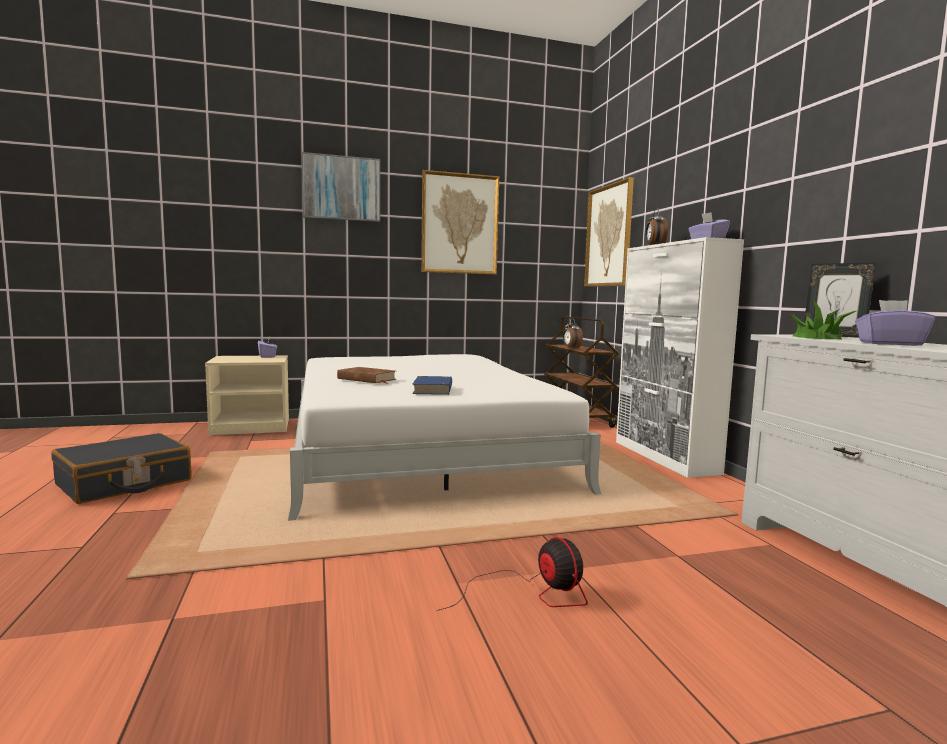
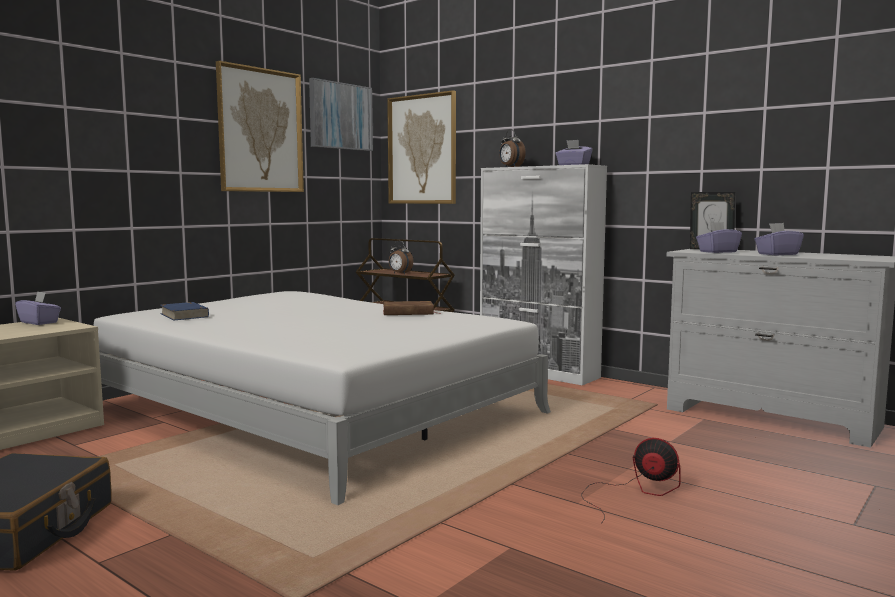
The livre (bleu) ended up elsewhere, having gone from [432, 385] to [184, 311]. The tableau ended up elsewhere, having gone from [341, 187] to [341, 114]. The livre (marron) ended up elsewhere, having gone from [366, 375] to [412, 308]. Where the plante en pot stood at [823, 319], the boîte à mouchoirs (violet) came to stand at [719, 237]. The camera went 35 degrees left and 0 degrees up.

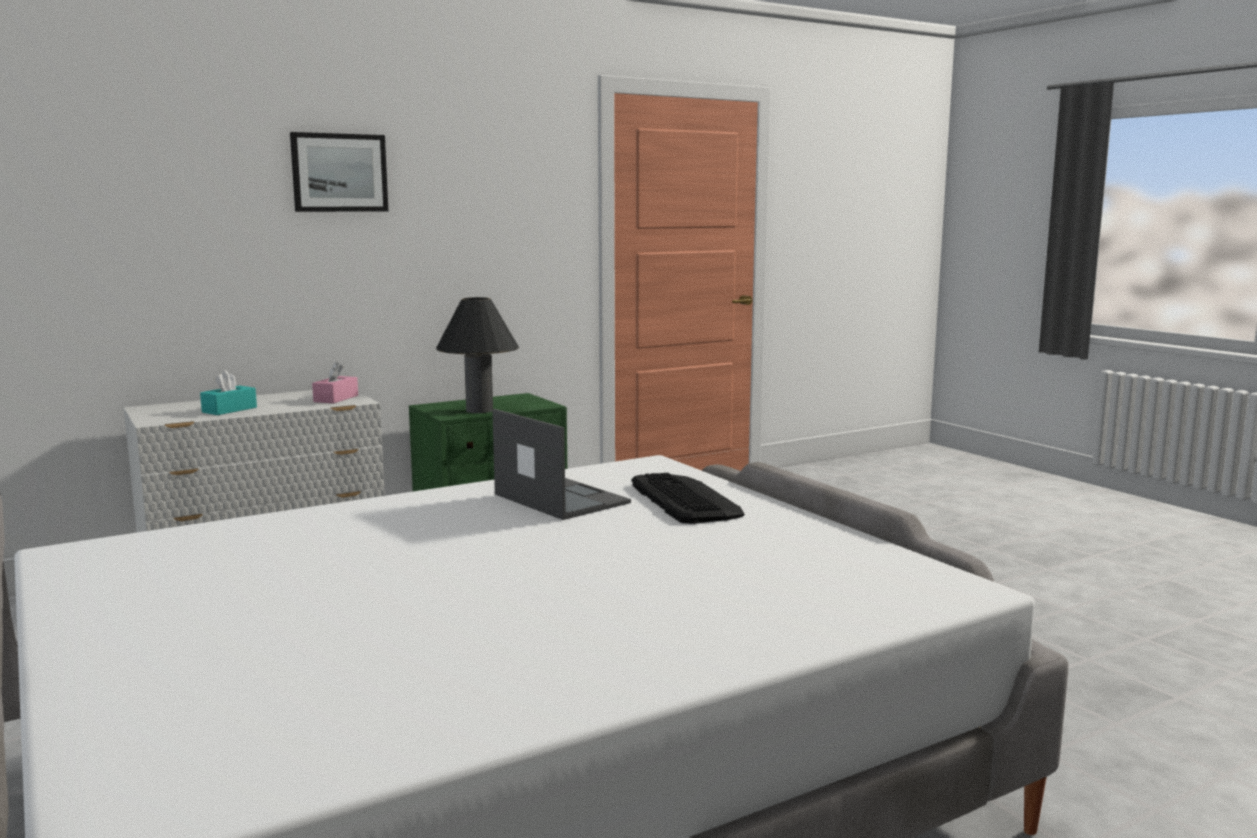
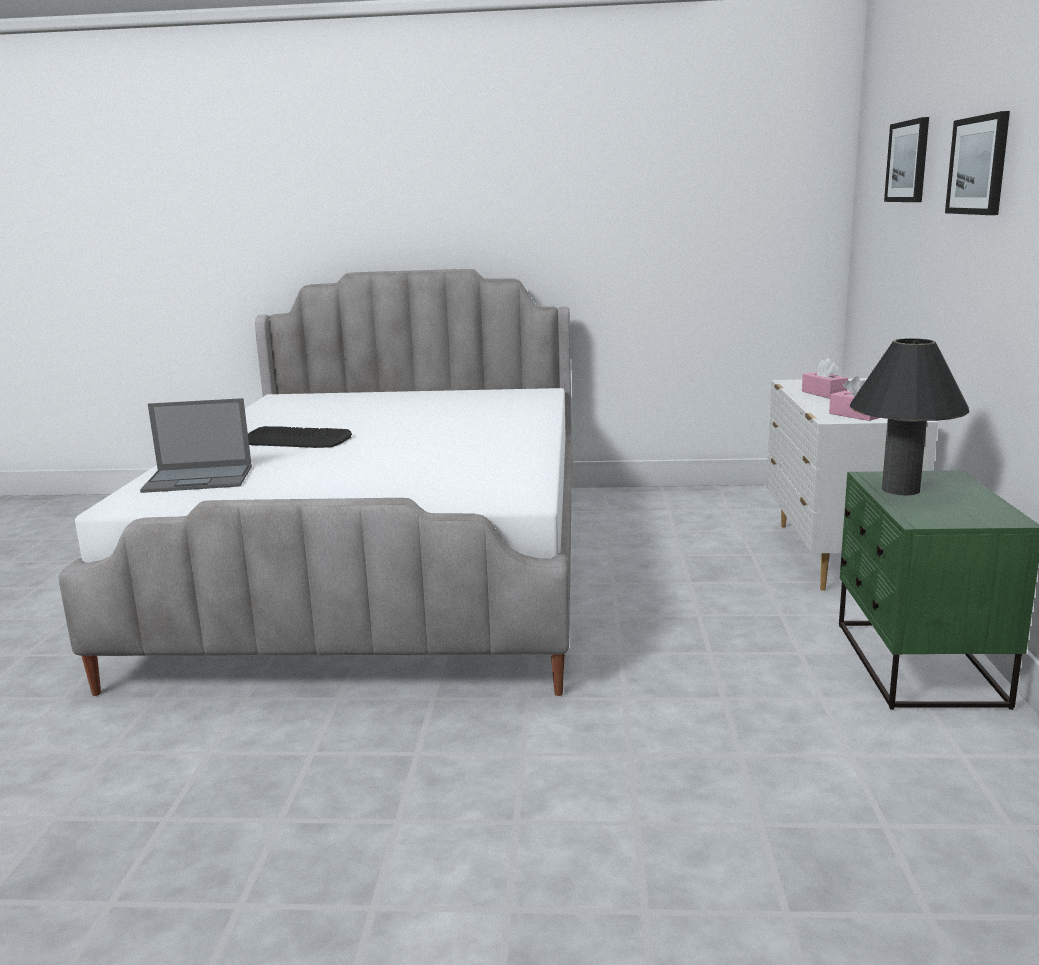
The ordinateur portable ended up elsewhere, having gone from [561, 464] to [196, 445]. The clavier ended up elsewhere, having gone from [687, 498] to [300, 437]. What was the boîte à mouchoirs (turquoise) at [228, 392] turned into the boîte à mouchoirs (rose) at [825, 378]. The second view gained the tableau at [906, 159]. The camera went 125 degrees right and 5 degrees up.

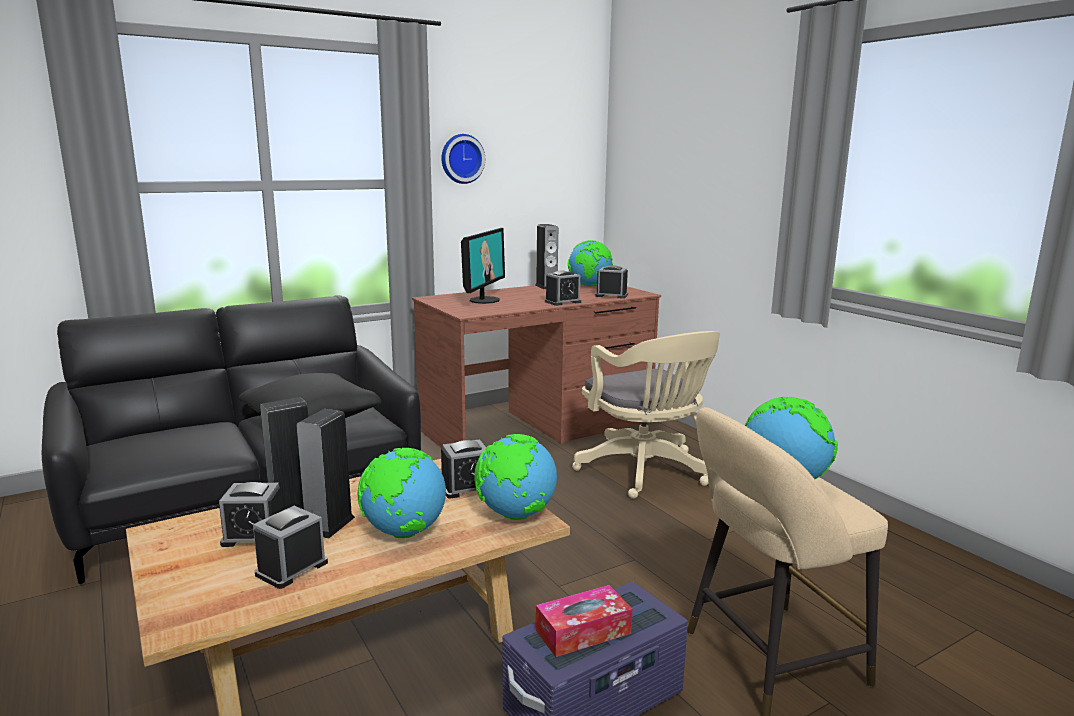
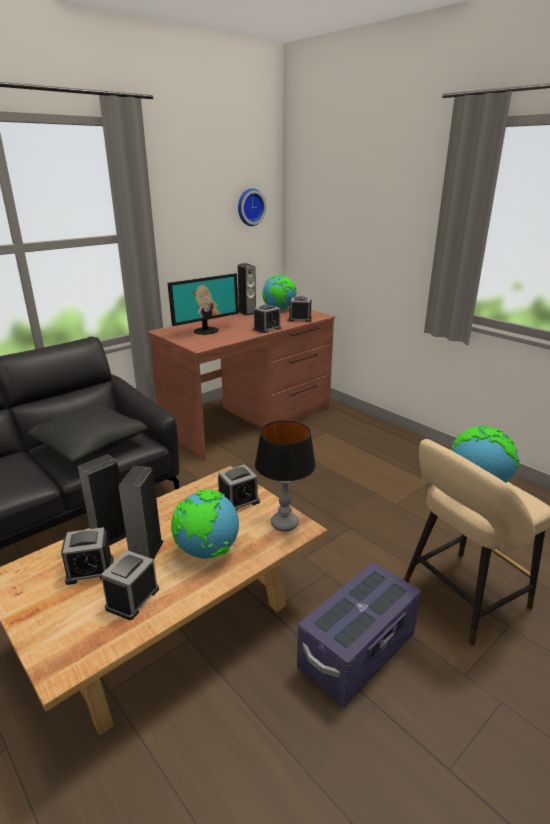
The écran d'ordinateur at [483, 266] ended up facing another way, 45 degrees clockwise from before. The horloge murale ended up elsewhere, having gone from [463, 159] to [252, 207]. Where the globe stood at [515, 477], the lampe de table came to stand at [285, 476]. The second view lost the boîte à mouchoirs at [584, 621]. The second view lost the chaise de bureau (beige) at [646, 415]. The camera went 10 degrees left and 10 degrees up.

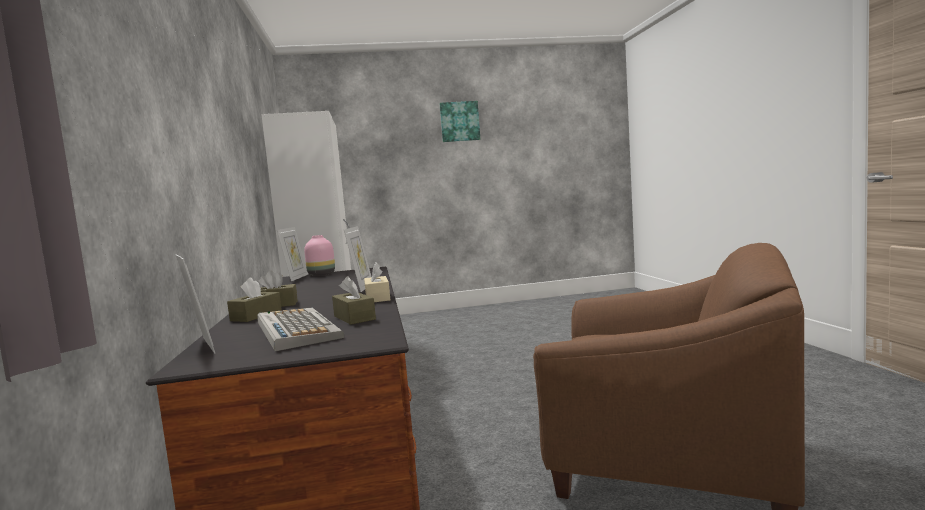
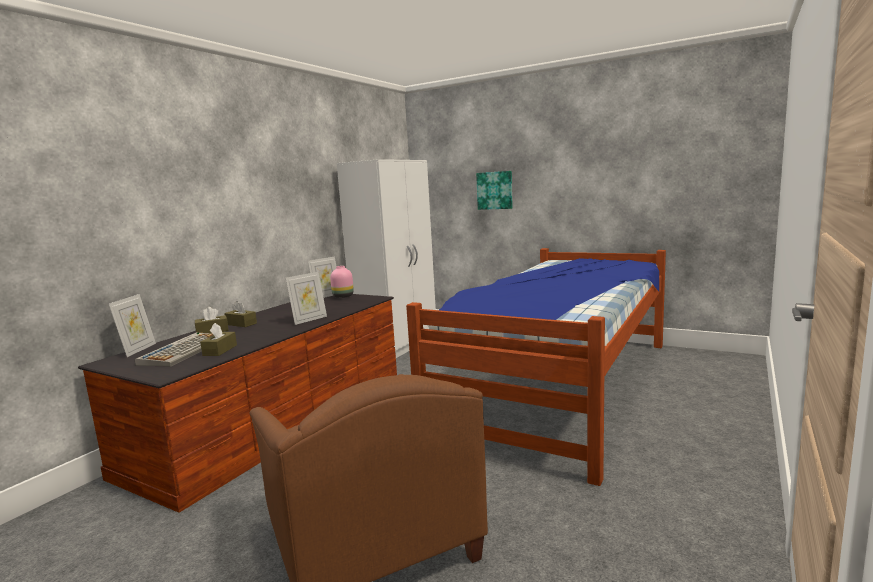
The second view gained the lit at [536, 367]. The tableau ended up elsewhere, having gone from [460, 121] to [494, 190]. The second view lost the boîte à mouchoirs (beige) at [377, 282]. The camera went 40 degrees right and 5 degrees up.

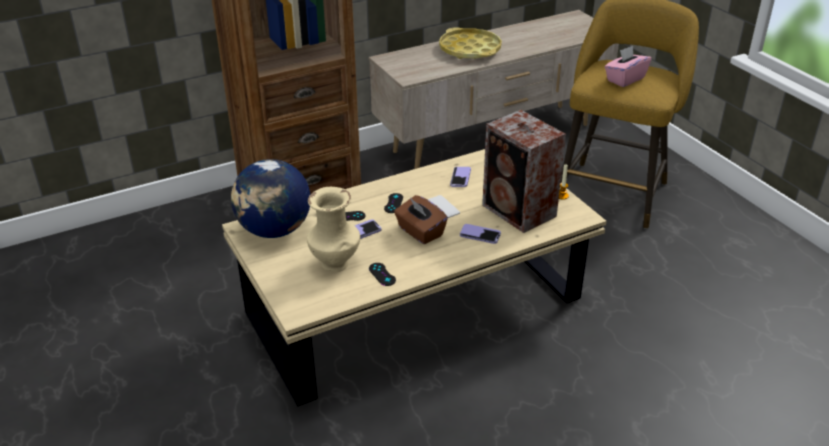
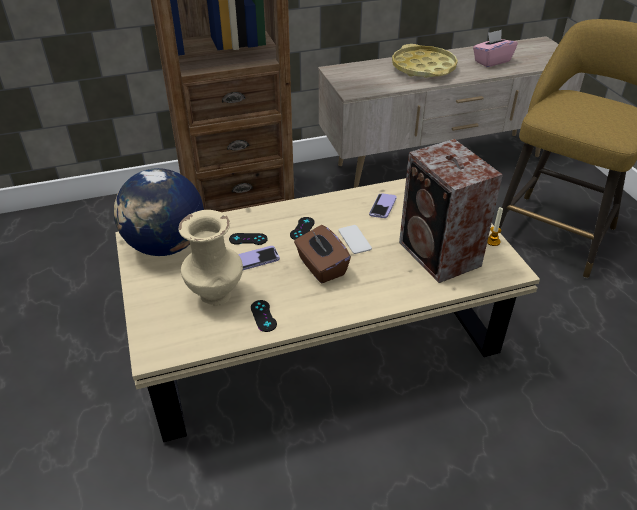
The boîte à mouchoirs (rose) ended up elsewhere, having gone from [628, 66] to [495, 48]. The second view lost the téléphone at [480, 234]. The camera went 10 degrees right and 5 degrees up.

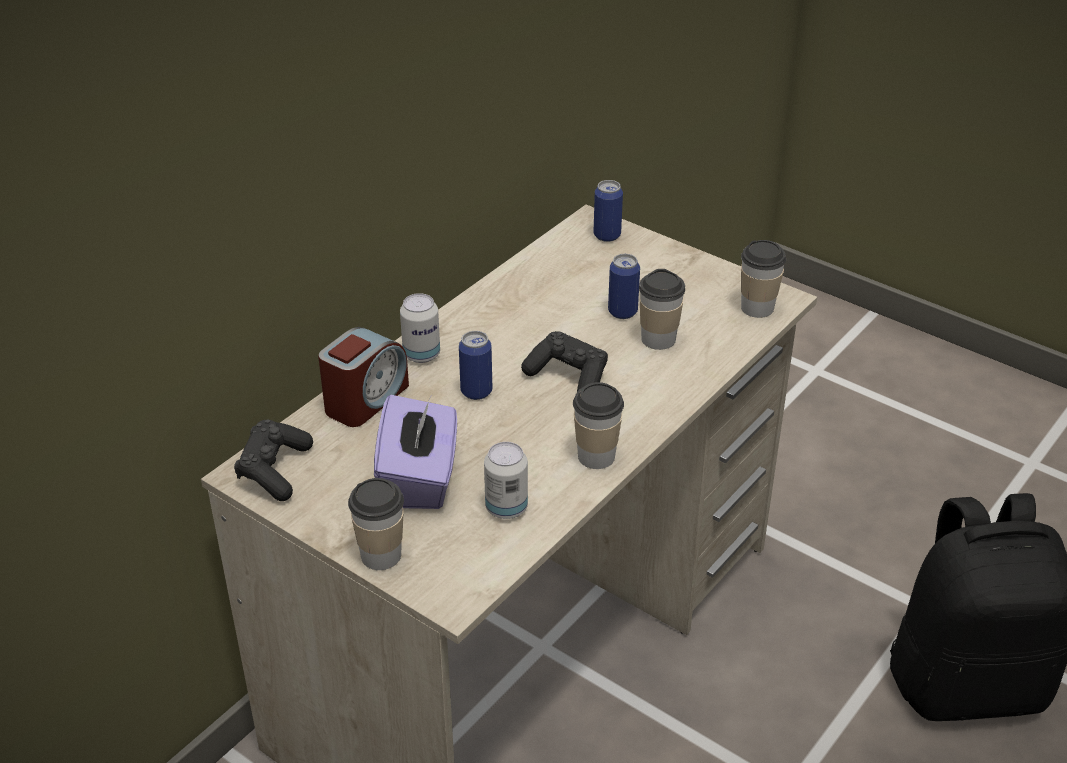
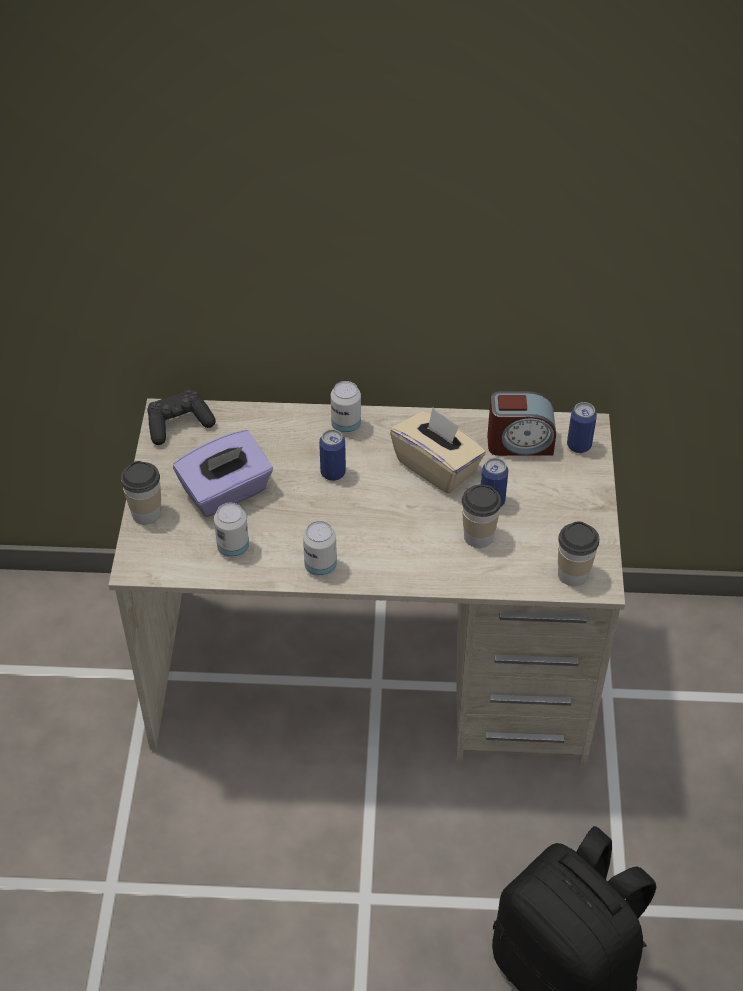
Where the tasse stood at [598, 425], the boîte métallique came to stand at [320, 549]. The second view gained the boîte à mouchoirs (beige) at [438, 450]. The réveil ended up elsewhere, having gone from [363, 377] to [521, 423]. The second view lost the manette (noir) at [564, 361]. The camera went 55 degrees right and 10 degrees up.

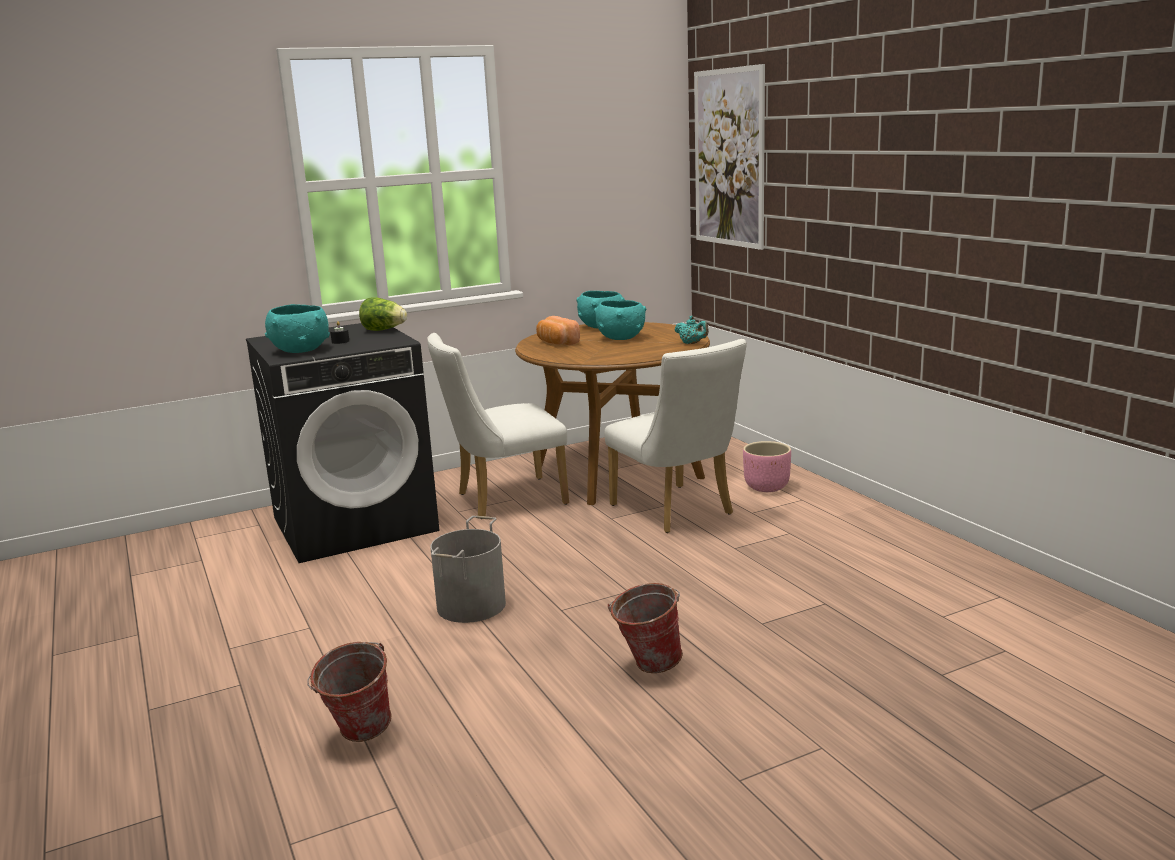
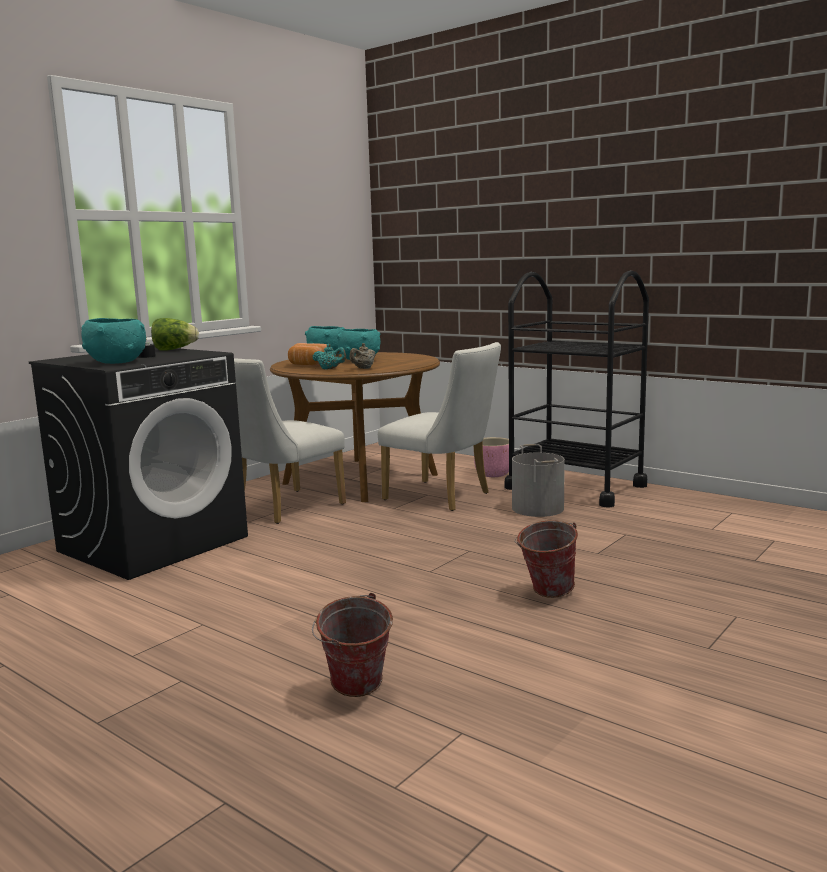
The théière (turquoise) ended up elsewhere, having gone from [692, 330] to [329, 356]. The second view gained the théière (beige) at [362, 356]. The second view gained the chariot (noir) at [576, 389]. The seau (gris) ended up elsewhere, having gone from [468, 569] to [538, 480]. The second view lost the tableau at [729, 157]. The camera went 25 degrees left and 5 degrees down.

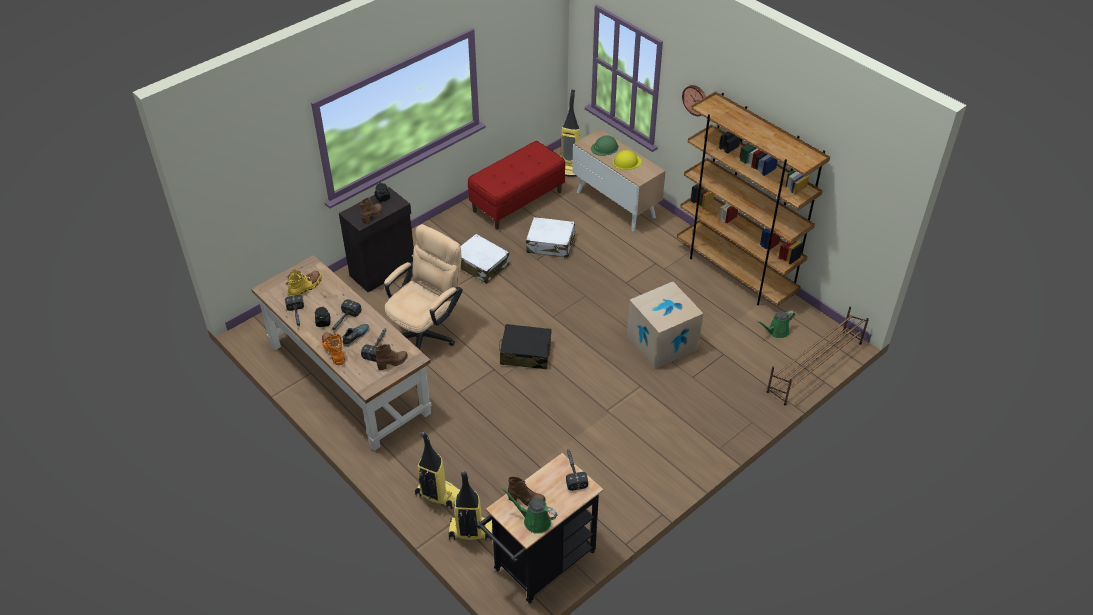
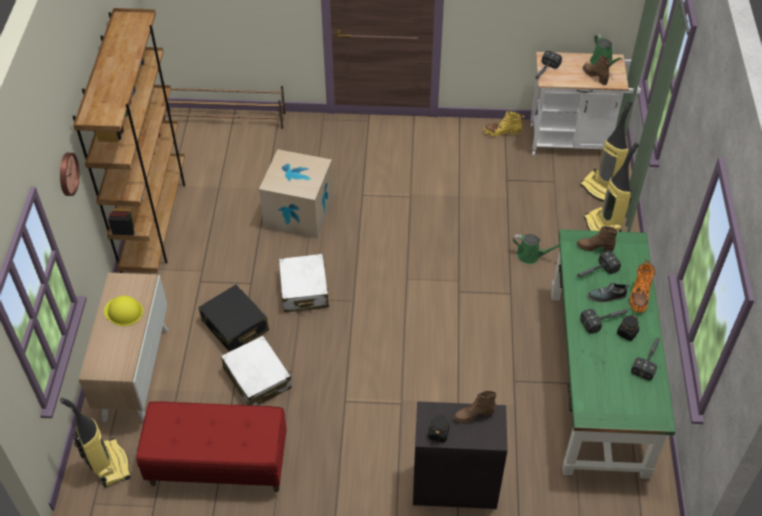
The valise (noir) ended up elsewhere, having gone from [525, 346] to [233, 318]. The valise (blanc) ended up elsewhere, having gone from [484, 259] to [303, 283]. The botte (jaune) ended up elsewhere, having gone from [303, 283] to [504, 123]. The arrosoir (vert) ended up elsewhere, having gone from [776, 324] to [535, 249]. What was the chariot (noir) at [540, 528] turned into the chariot (blanc) at [585, 104]. What was the bureau (marron) at [341, 353] turned into the bureau (vert) at [613, 354]. The second view lost the chaise de bureau (beige) at [423, 287]. The second view lost the casque de chantier (vert) at [605, 145]. The camera went 135 degrees left and 5 degrees up.

